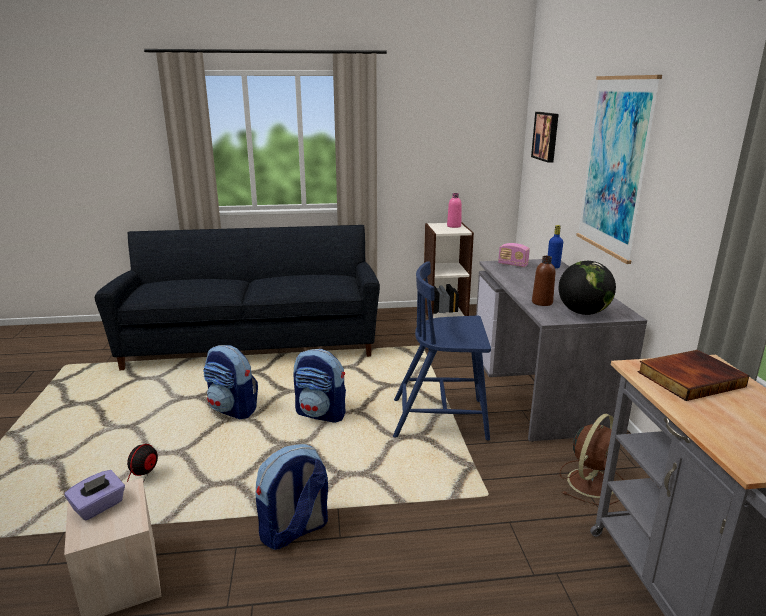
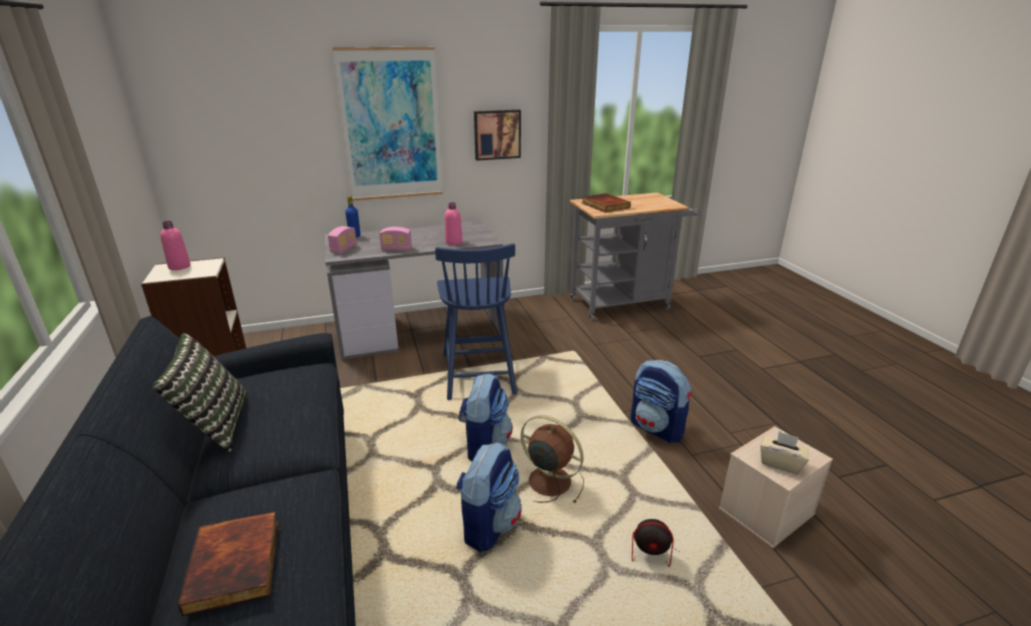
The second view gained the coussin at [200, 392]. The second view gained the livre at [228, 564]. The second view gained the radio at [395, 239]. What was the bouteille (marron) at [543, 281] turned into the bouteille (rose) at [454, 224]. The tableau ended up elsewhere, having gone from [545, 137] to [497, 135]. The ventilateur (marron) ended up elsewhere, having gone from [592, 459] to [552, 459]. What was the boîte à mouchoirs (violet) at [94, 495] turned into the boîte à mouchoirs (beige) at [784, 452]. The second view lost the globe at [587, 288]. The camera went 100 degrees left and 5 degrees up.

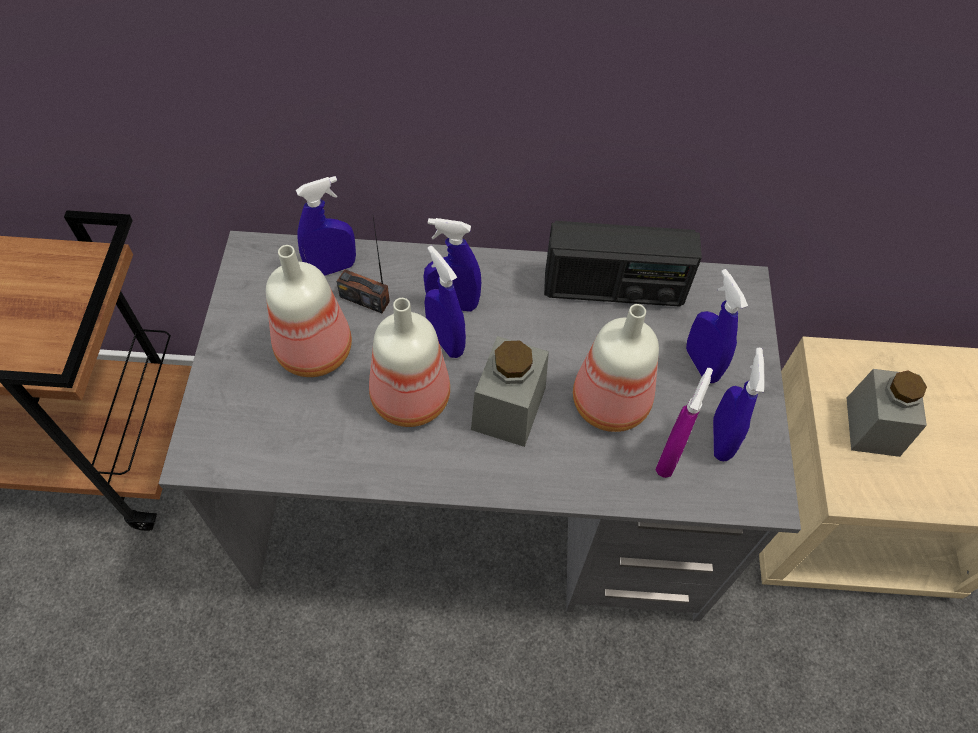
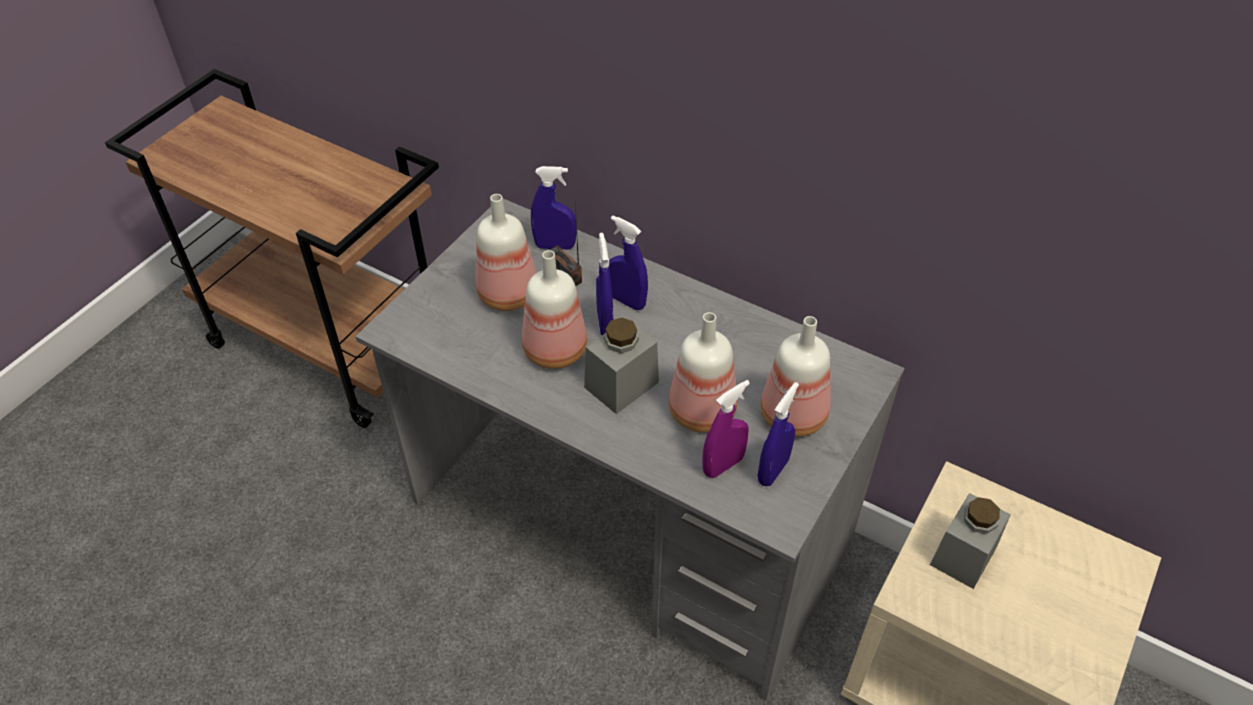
Where the vaporisateur (bleu) stood at [717, 326], the bouteille came to stand at [795, 376]. The second view lost the radio at [623, 264]. The camera went 30 degrees right and 10 degrees down.

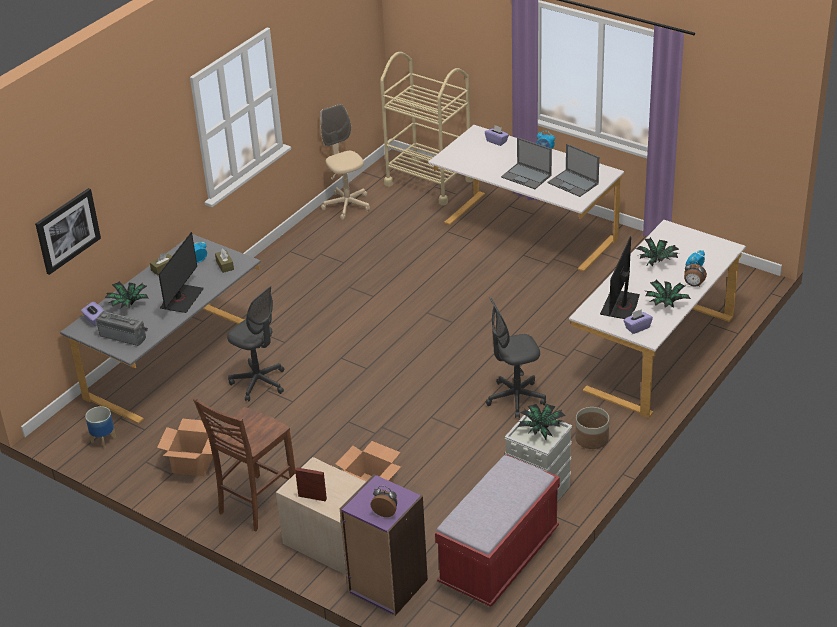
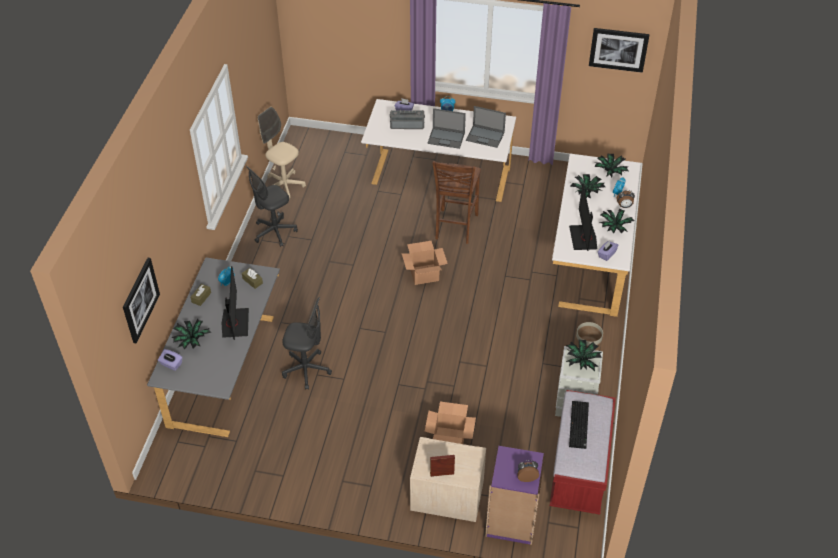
The chaise de bureau (gris) ended up elsewhere, having gone from [516, 357] to [272, 206]. The radio ended up elsewhere, having gone from [122, 328] to [407, 119]. The carton ended up elsewhere, having gone from [187, 447] to [425, 263]. The chaise (marron) ended up elsewhere, having gone from [244, 464] to [456, 202]. The second view gained the clavier at [579, 425]. The second view gained the tableau at [619, 50]. The second view gained the plante en pot at [611, 165]. The second view lost the cache-pot at [100, 427]. The second view lost the chariot (beige) at [426, 128]. The camera went 25 degrees left and 10 degrees up.

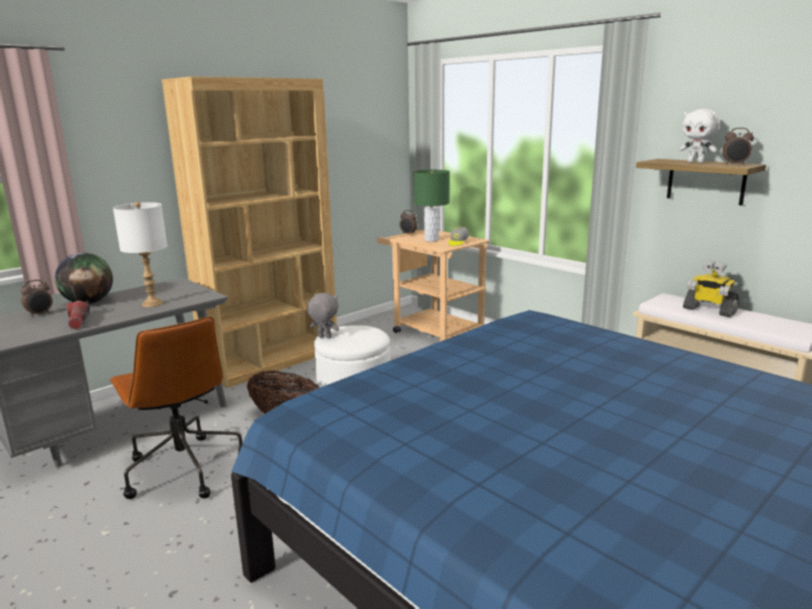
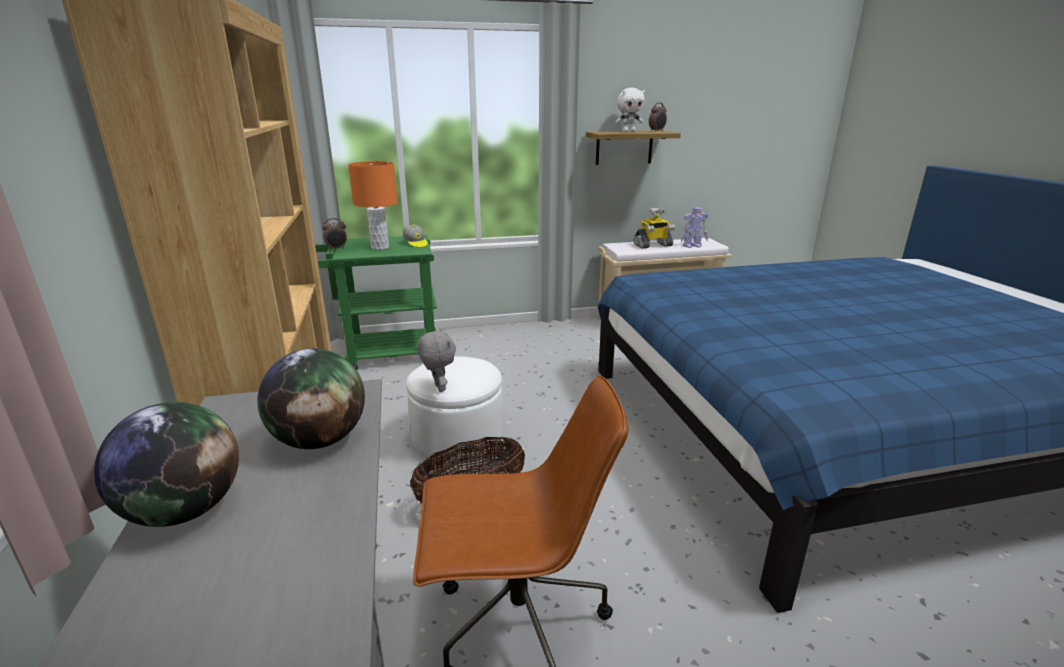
Where the lampe de table (blanc) stood at [140, 254], the globe came to stand at [311, 399]. What was the chariot (beige) at [433, 285] turned into the chariot (vert) at [376, 302]. What was the lampe de table (vert) at [432, 206] turned into the lampe de table (orange) at [373, 205]. The peluche (gris) at [323, 316] ended up facing another way, 105 degrees clockwise from before. The second view gained the robot jouet at [694, 228]. The second view lost the réveil at [36, 298]. The second view lost the lampe de poche at [78, 314]. The camera went 60 degrees left and 5 degrees up.

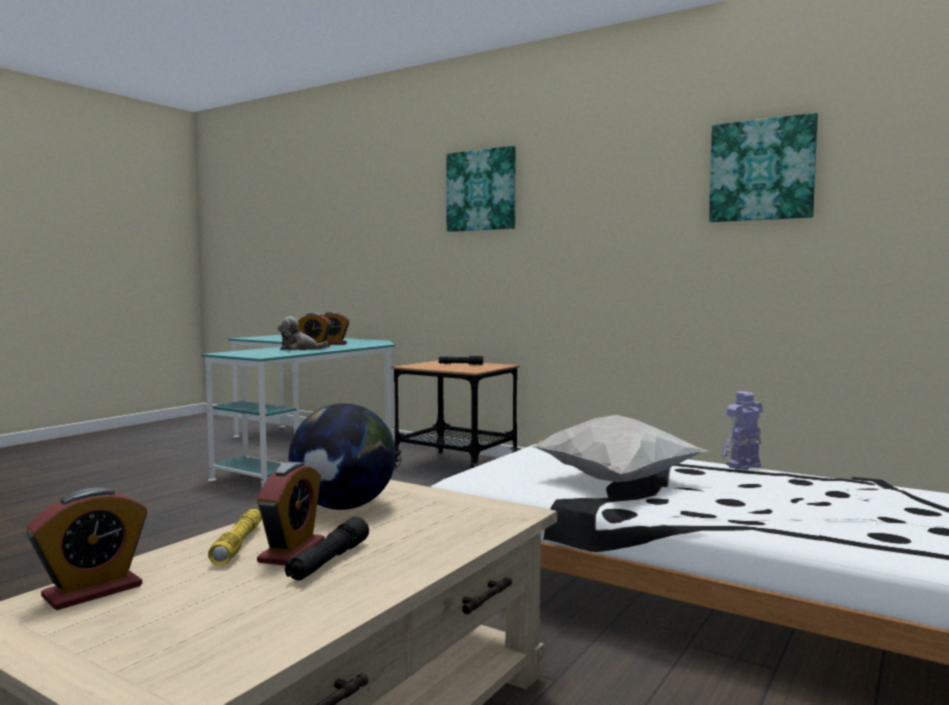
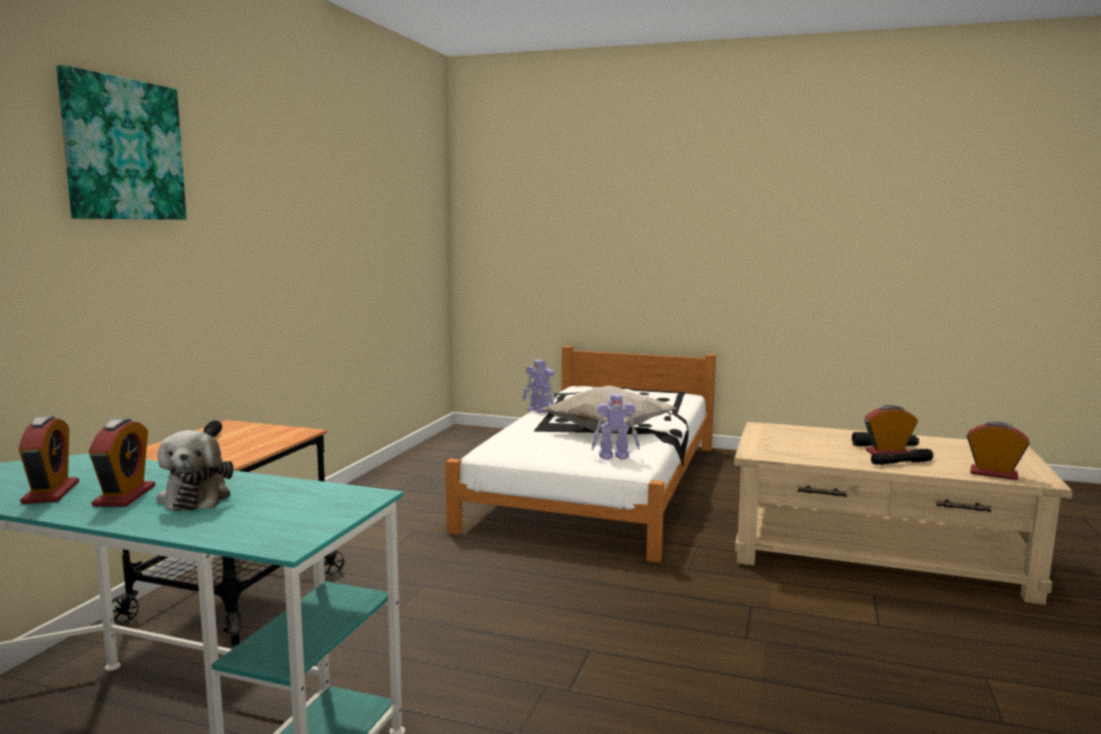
The second view gained the robot jouet at [616, 427]. What was the lampe de poche (jaune) at [235, 537] turned into the lampe de poche (noir) at [902, 457]. The second view lost the globe at [342, 456]. The second view lost the tableau at [763, 167]. The camera went 105 degrees left and 5 degrees up.

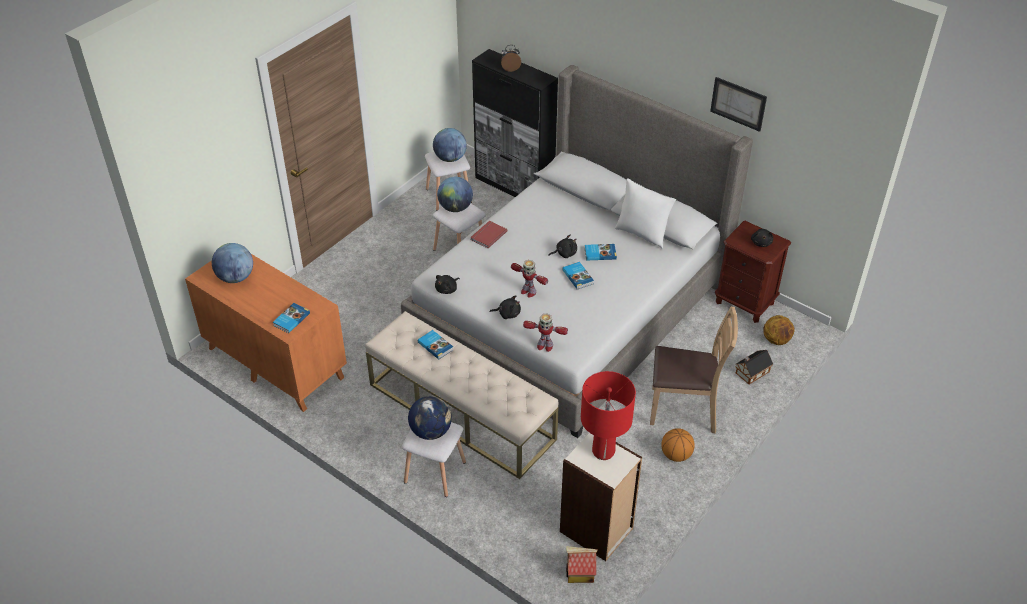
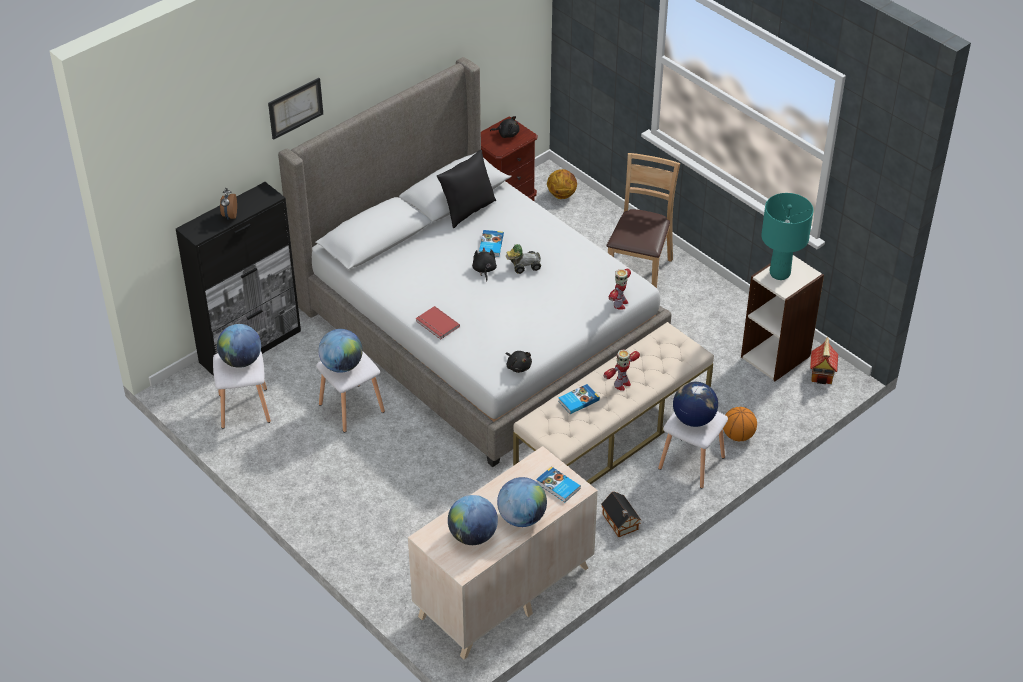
The tableau ended up elsewhere, having gone from [738, 104] to [295, 109]. What was the commode (orange) at [266, 333] turned into the commode (beige) at [503, 553]. What was the coussin (blanc) at [645, 213] turned into the coussin (noir) at [466, 189]. The second view gained the globe at [522, 502]. Where the livre stood at [578, 275], the petite voiture came to stand at [523, 259]. The maison miniature ended up elsewhere, having gone from [754, 367] to [621, 514]. The robot jouet ended up elsewhere, having gone from [529, 279] to [622, 370]. The ballon de basket ended up elsewhere, having gone from [678, 445] to [740, 424]. What was the lampe de table (rouge) at [608, 415] turned into the lampe de table (turquoise) at [787, 236]. The second view lost the peluche (noir) at [505, 307]. The camera went 80 degrees left and 0 degrees up.

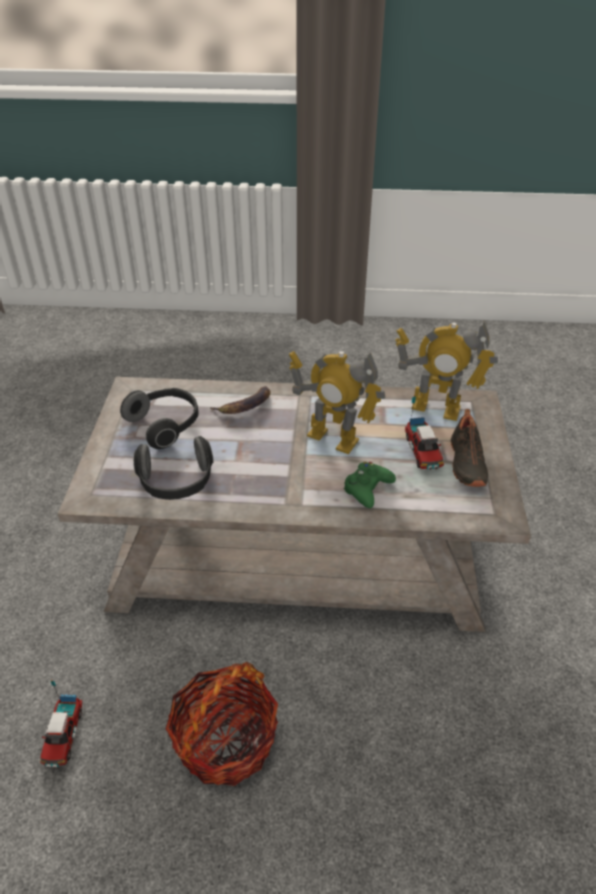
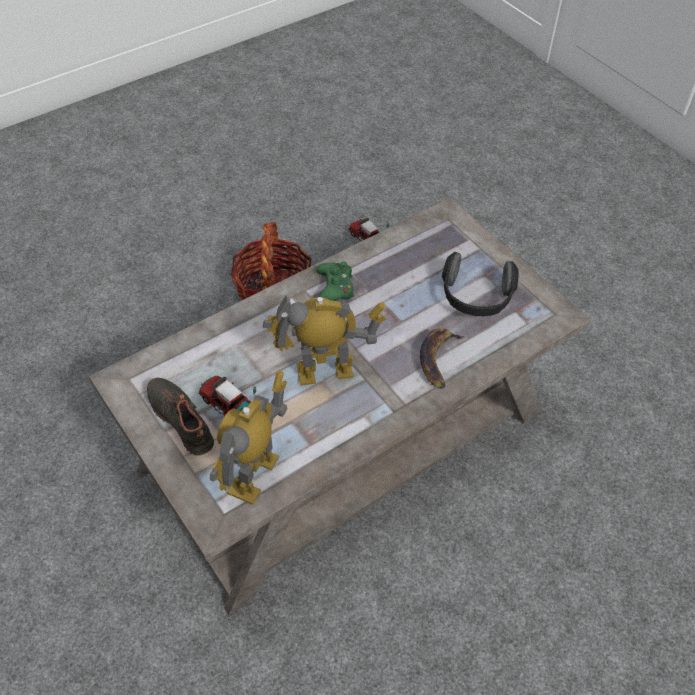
The robot jouet at [447, 371] ended up facing another way, 45 degrees counterclockwise from before. The manette (vert) ended up elsewhere, having gone from [370, 485] to [335, 281]. The second view lost the casque audio at [173, 468]. The camera went 140 degrees right and 10 degrees up.

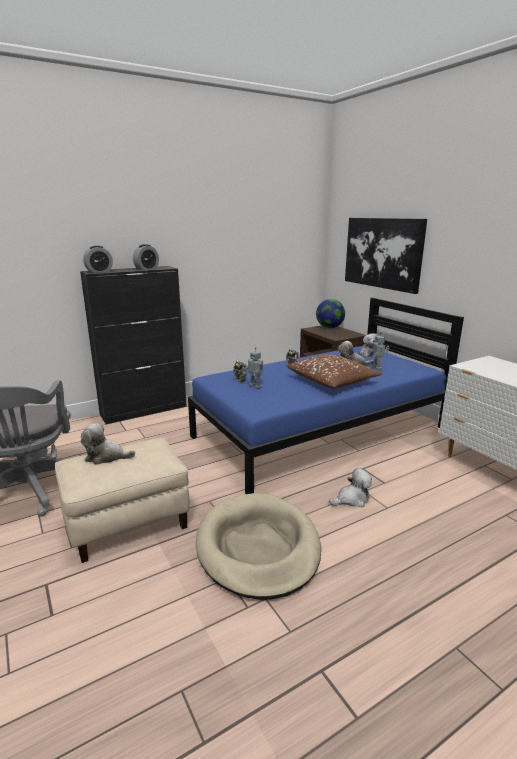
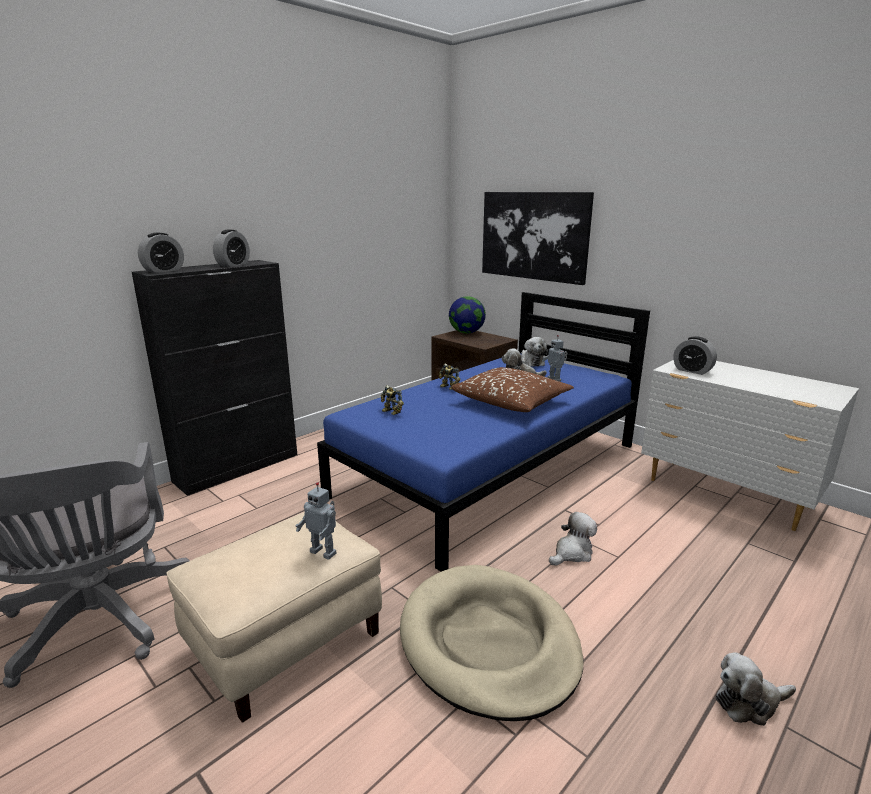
The robot jouet ended up elsewhere, having gone from [253, 368] to [315, 521]. The second view gained the réveil at [695, 355]. The peluche ended up elsewhere, having gone from [108, 444] to [756, 689]. The camera went 15 degrees left and 0 degrees up.

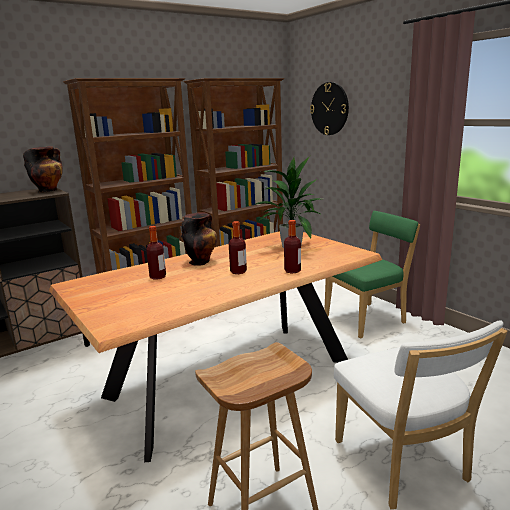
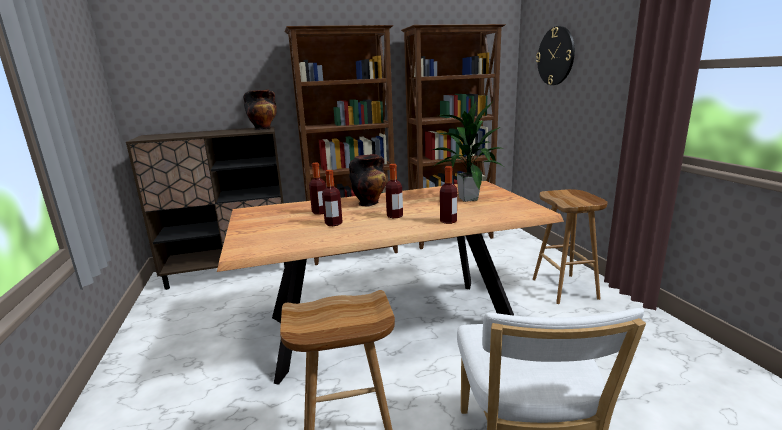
The second view gained the bouteille at [332, 198]. Where the chaise (vert) stood at [372, 275], the tabouret (marron) came to stand at [570, 246]. The camera went 20 degrees right and 0 degrees up.

